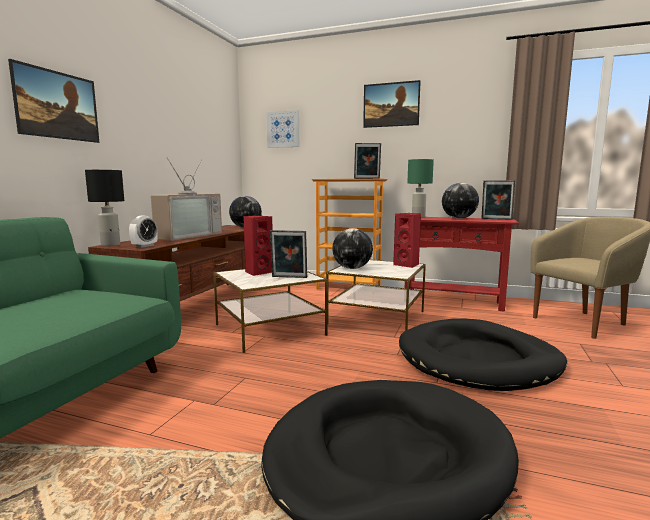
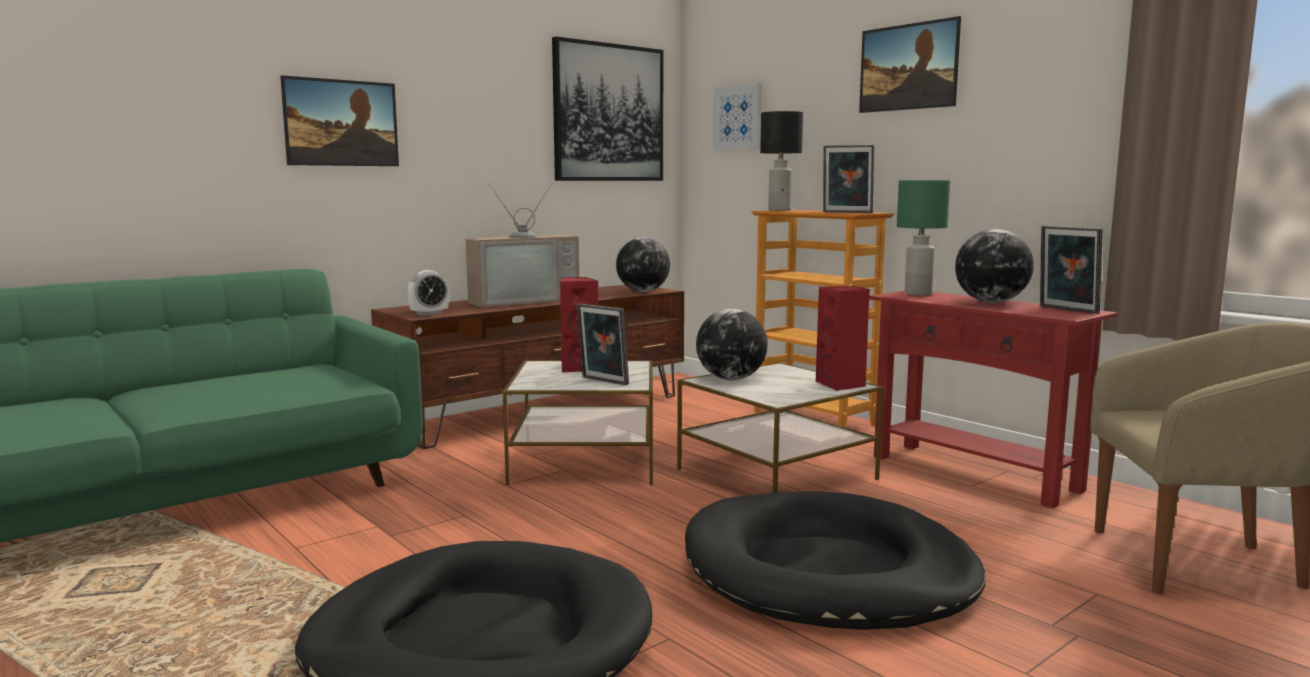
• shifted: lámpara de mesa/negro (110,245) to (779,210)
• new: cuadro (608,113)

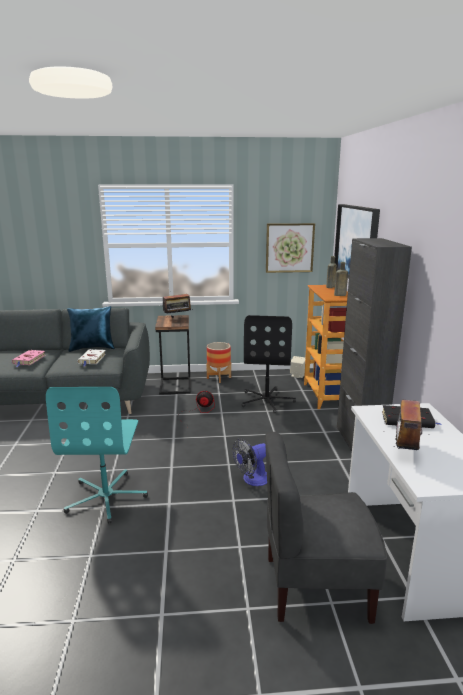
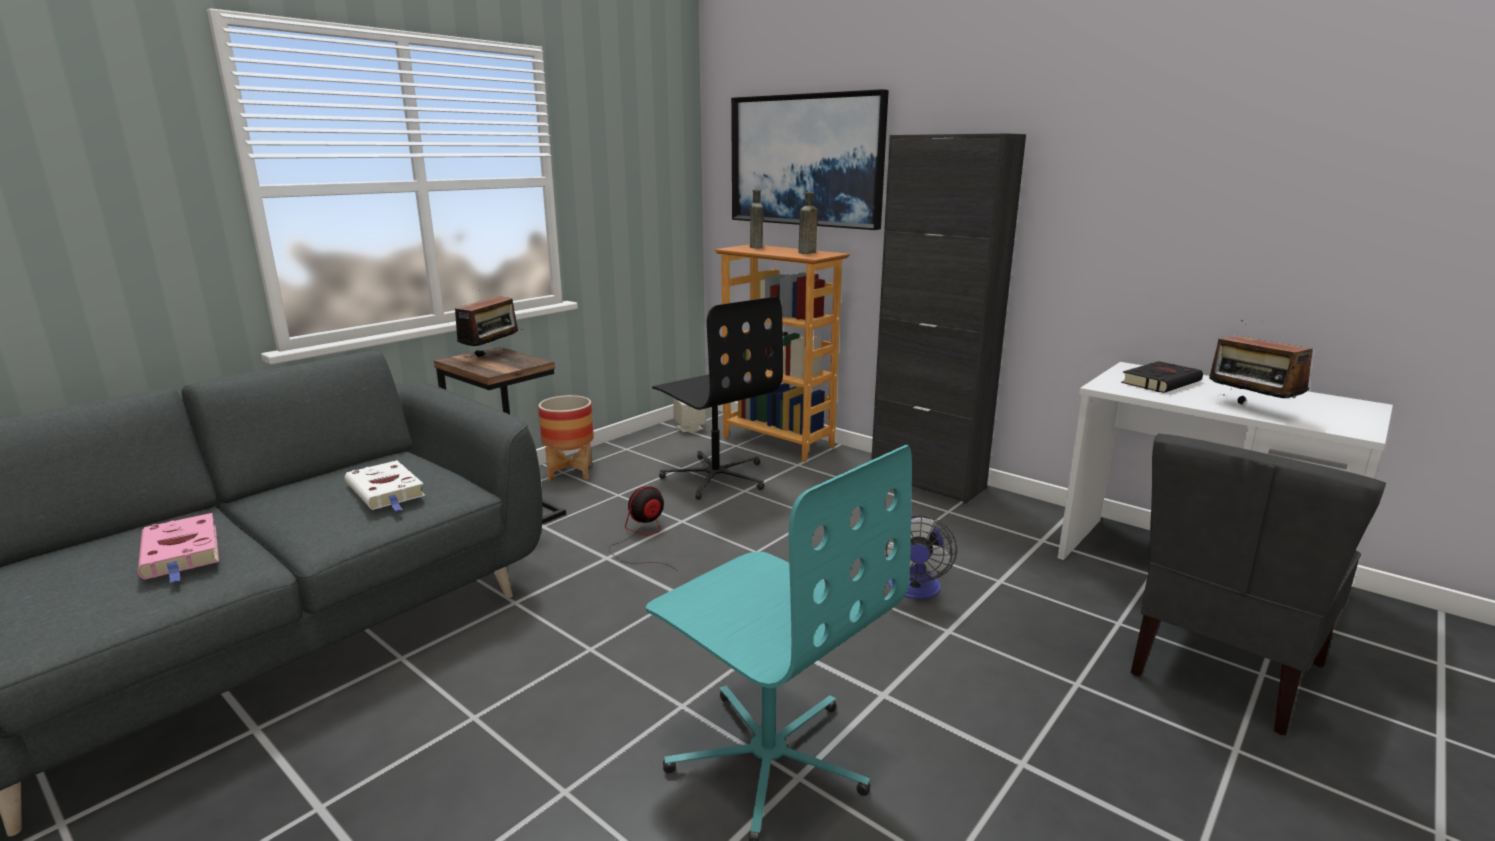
• gone: cojín/azul (92,348)
• gone: cuadro (289,248)

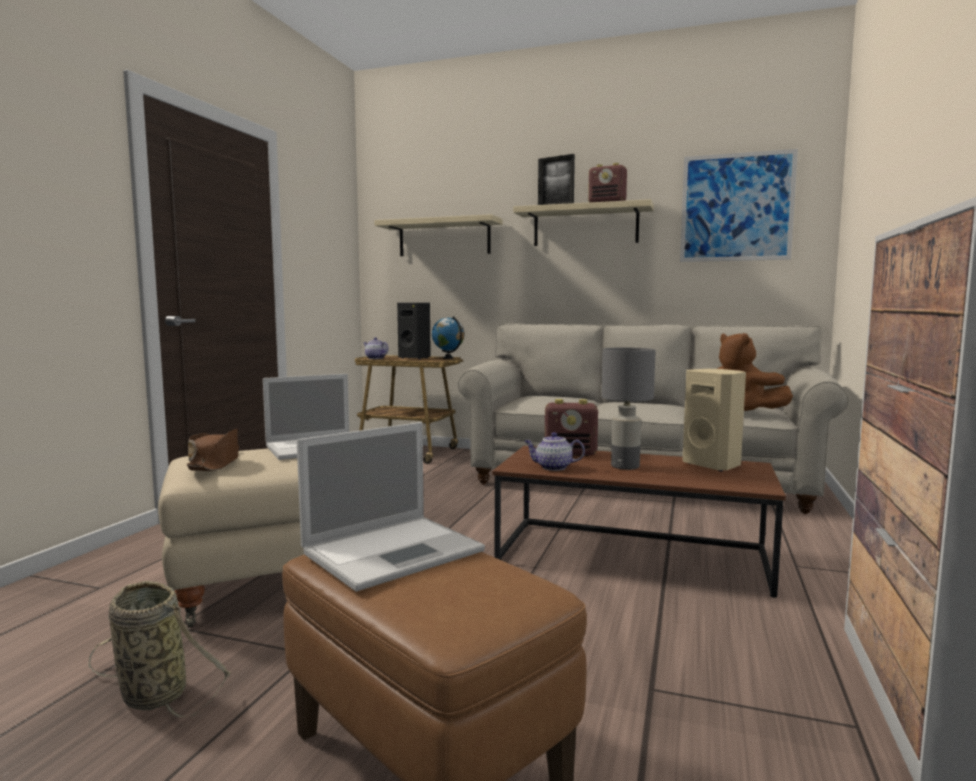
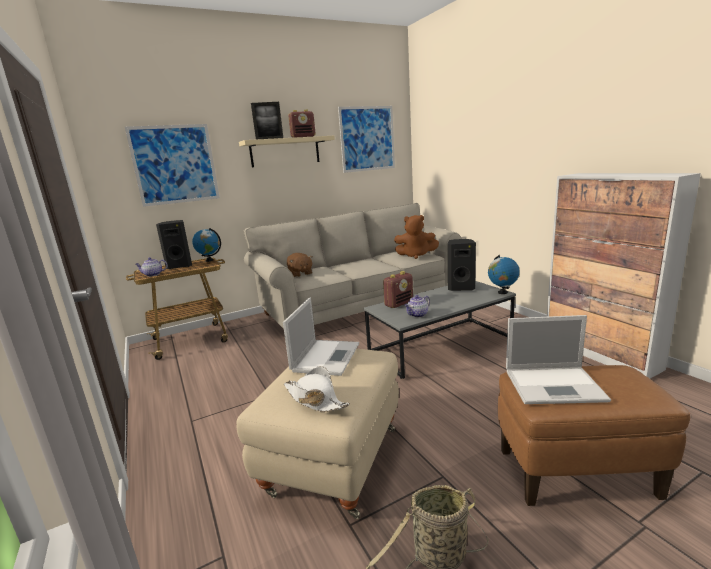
• repainted: sombrero/marrón (215,463) to sombrero/blanco (314,399)
• rotated: portátil (395,551) = (555,385) 90 degrees clockwise
• swapped: estante/beis (444,238) to cuadro (175,164)
• repainted: mesa de centro/marrón (631,557) to mesa de centro/gris (440,346)
• gone: lámpara de mesa/gris (625,466)
• repainted: altavoz/beis (713,465) to altavoz/negro (460,288)
• new: peluche/marrón (300,274)
• new: globo terráqueo (502,292)

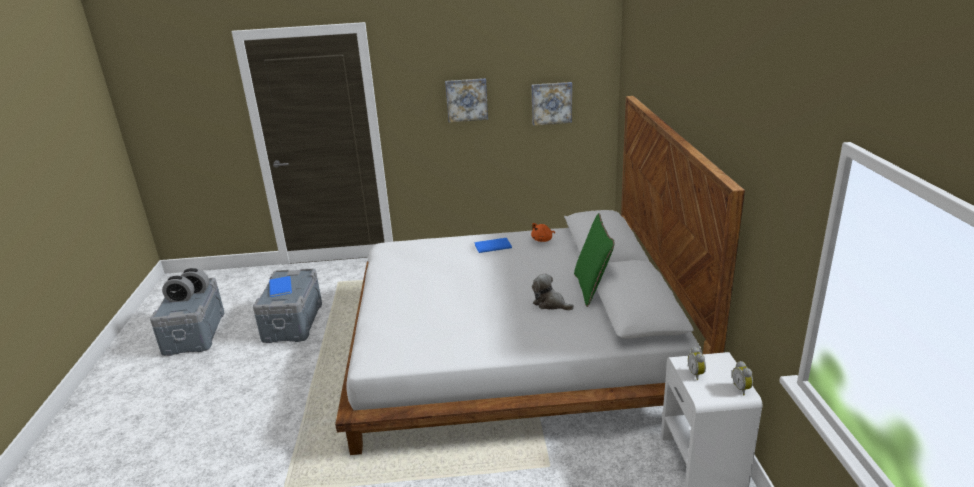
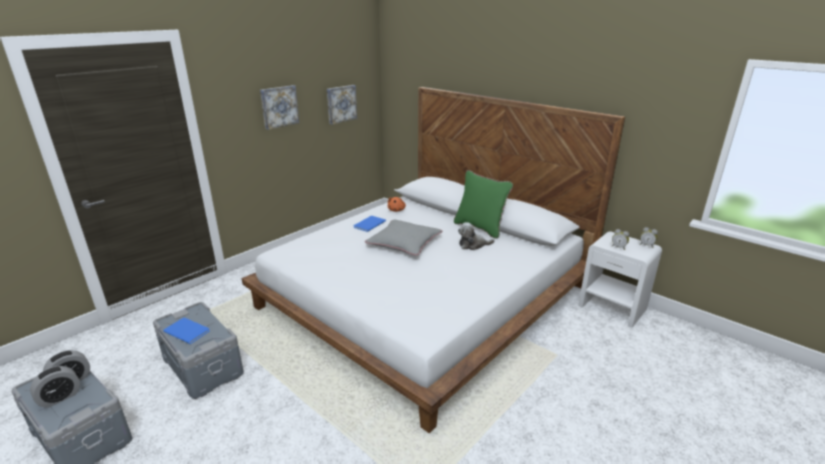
• new: cojín/gris (404,242)

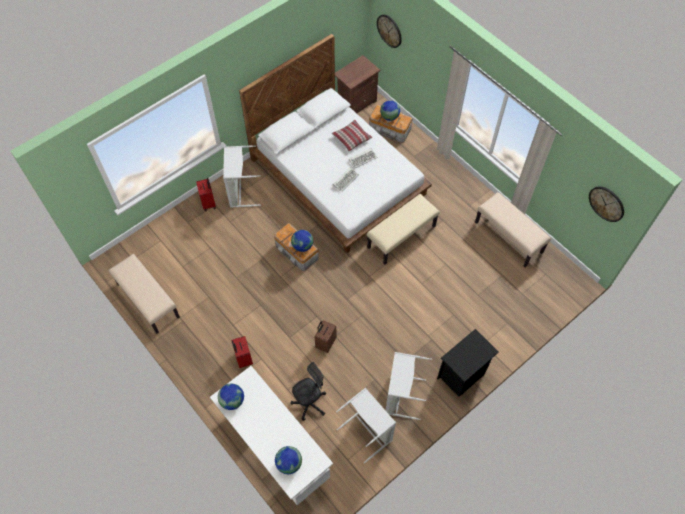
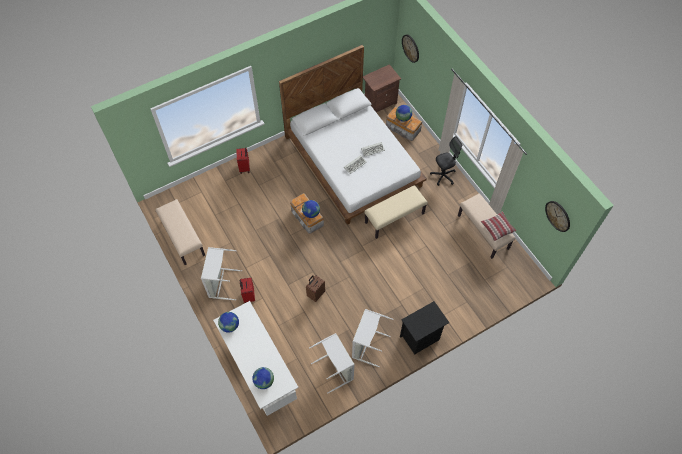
• shifted: cesto de la ropa/gris (240,191) to (221,283)
• shifted: silla de oficina/negro (309,403) to (443,176)
• shifted: cojín (351,138) to (497,228)

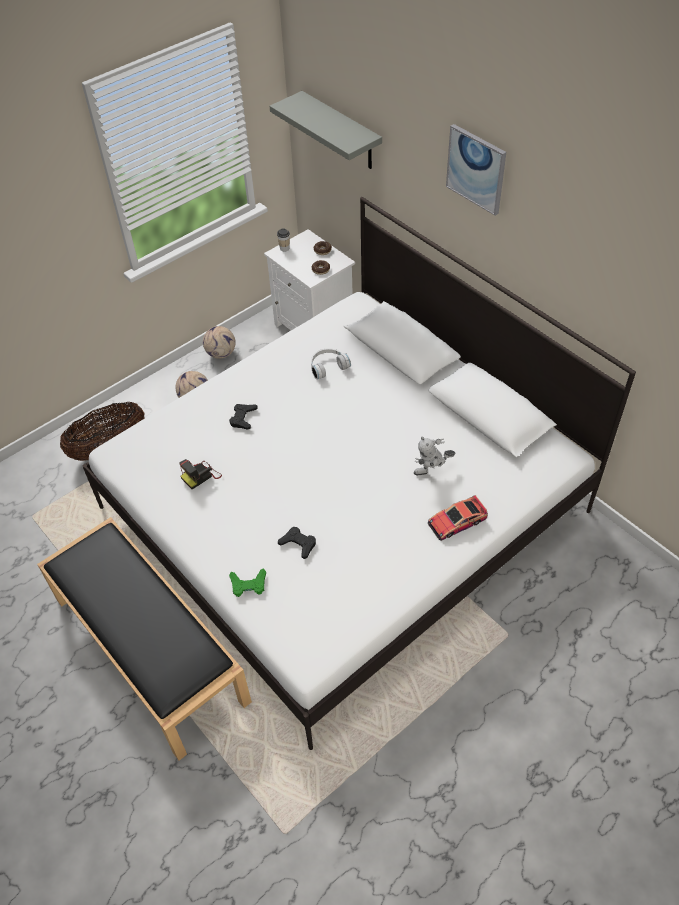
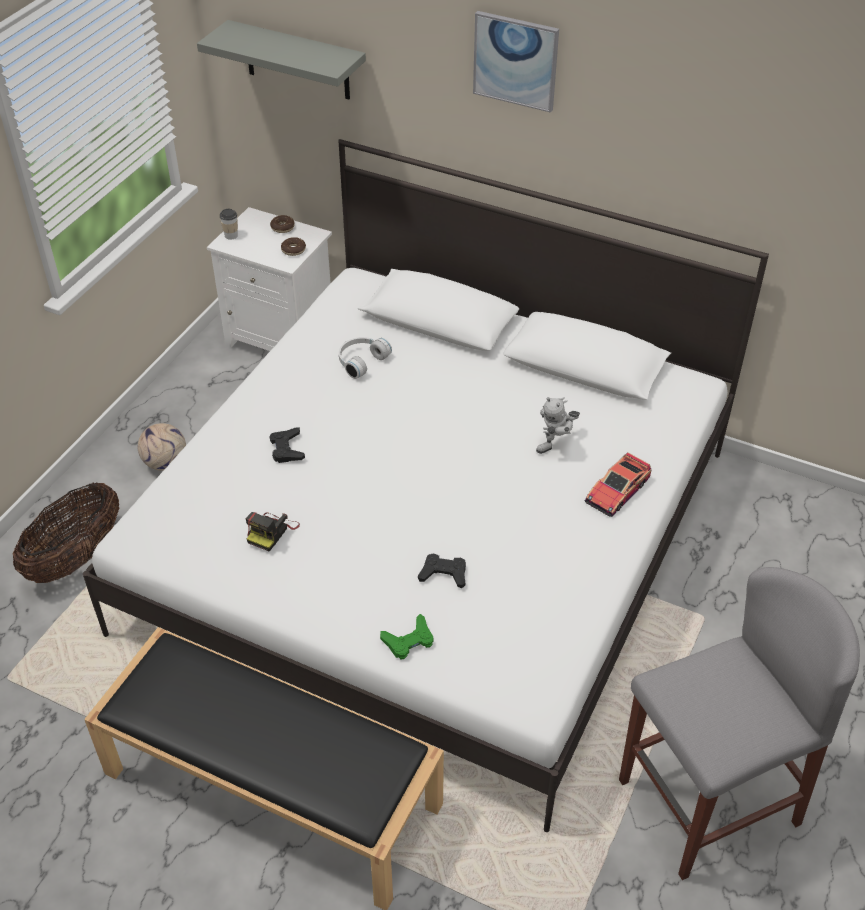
• gone: balón de fútbol (221,353)
• new: taburete/gris (707,802)

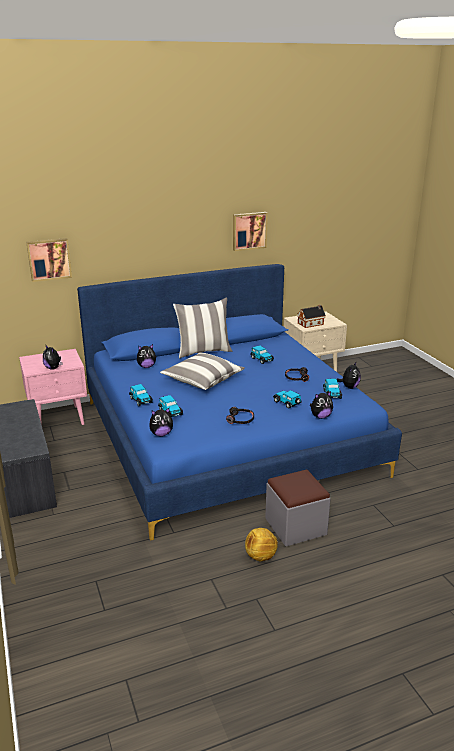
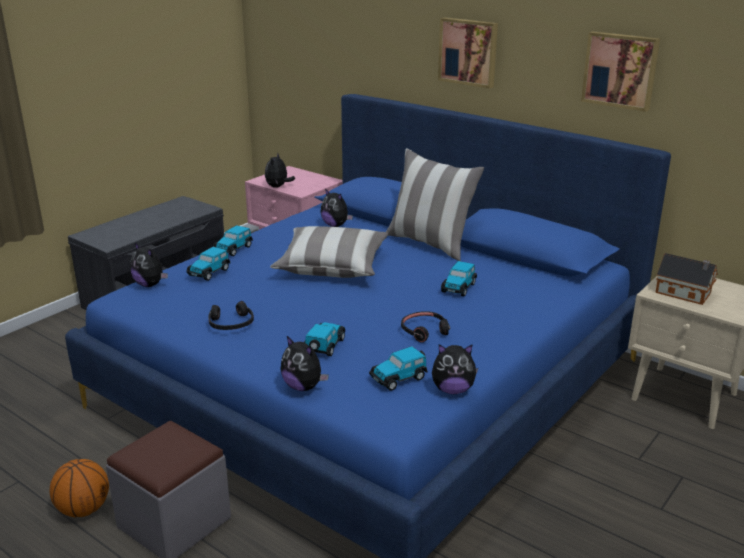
• shifted: cuadro (49,259) to (468,52)
• swapped: balón de fútbol (260,556) to balón de baloncesto (84,509)

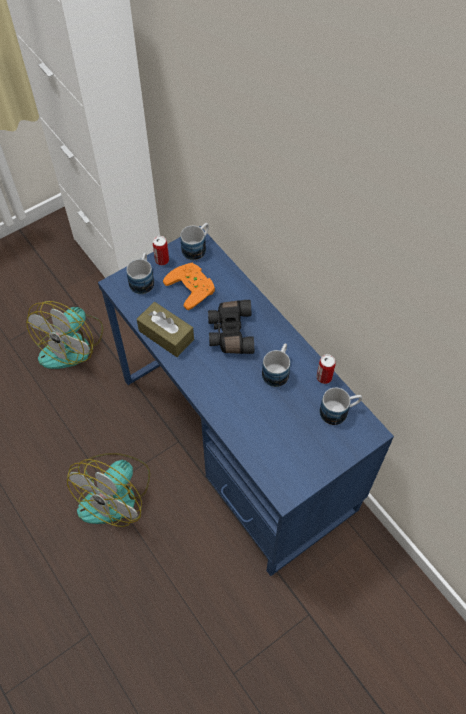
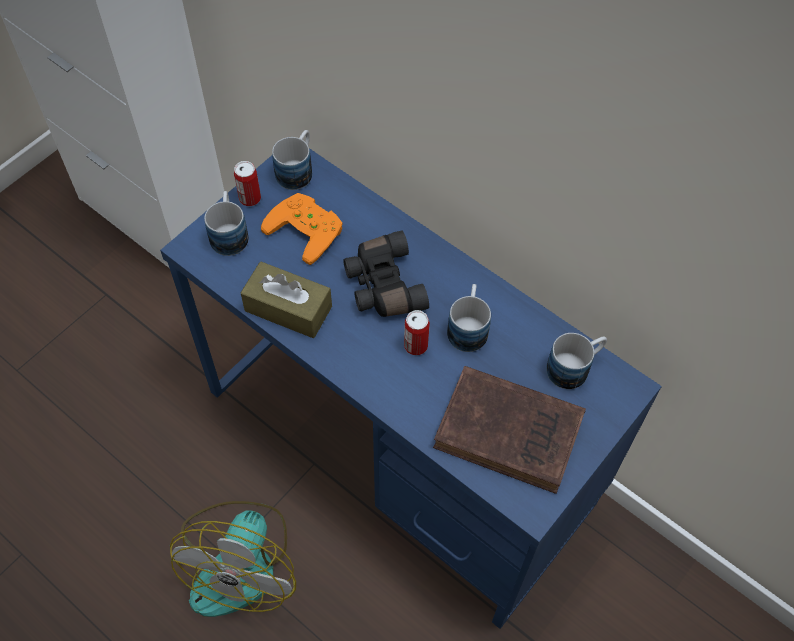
• gone: ventilador (72,343)
• shifted: lata (324,377) to (415,345)
• new: libro/marrón (512,433)

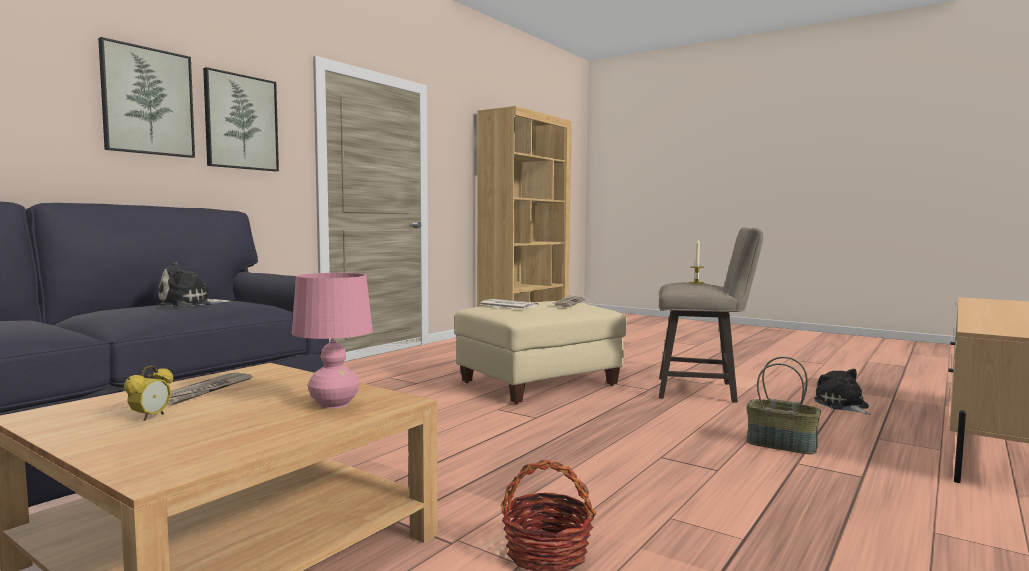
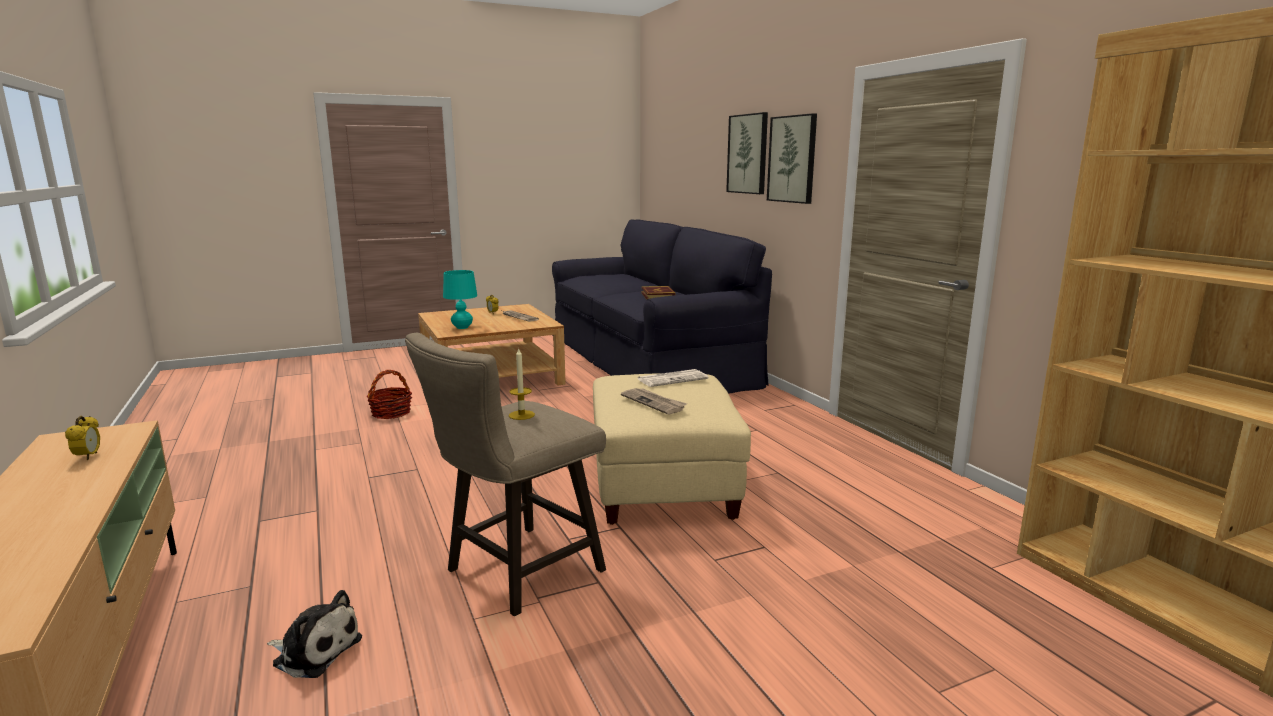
• swapped: peluche (189,304) to libro (658,296)
• repainted: lámpara de mesa/rosa (334,404) to lámpara de mesa/turquesa (462,327)
• gone: cesta (782,444)
• new: despertador (88,457)

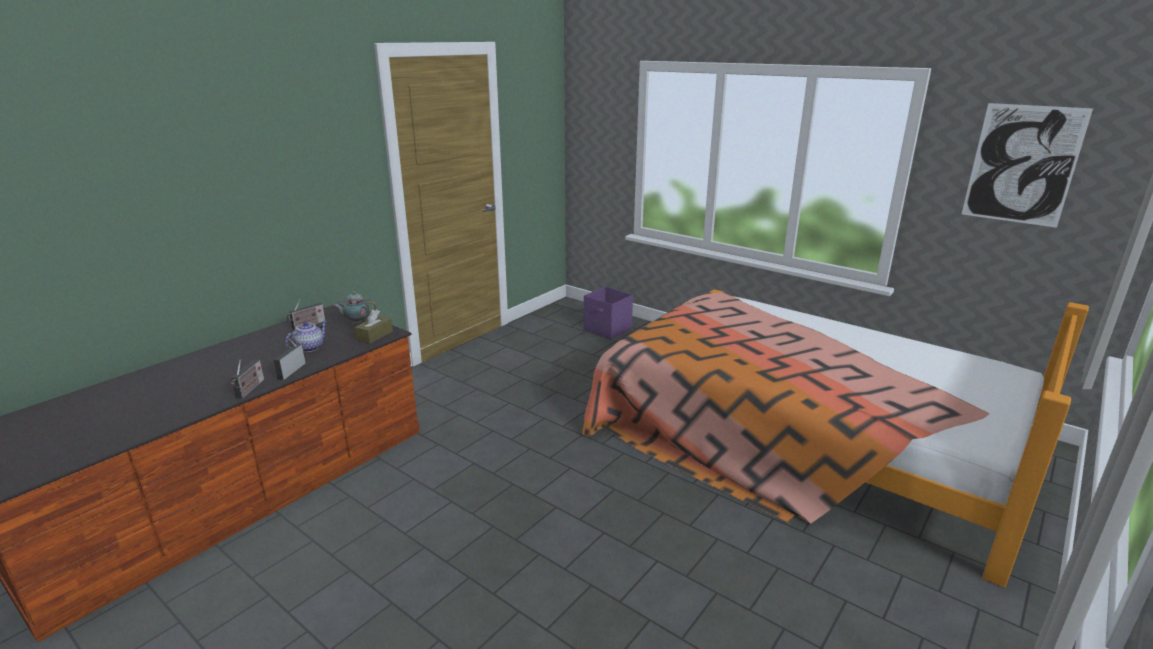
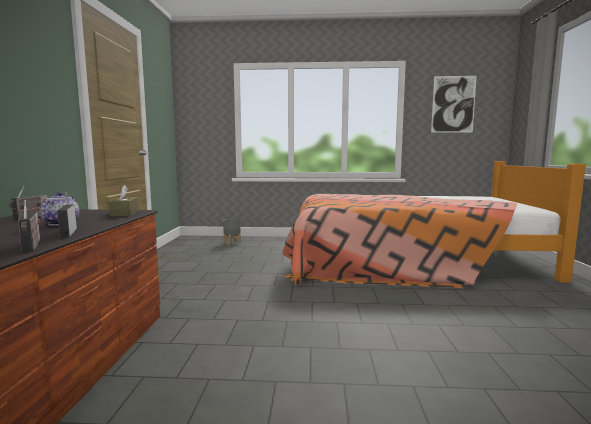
• gone: tetera (356,324)
• swapped: caja de almacenaje/morado (608,330) to maceta/gris (232,243)

